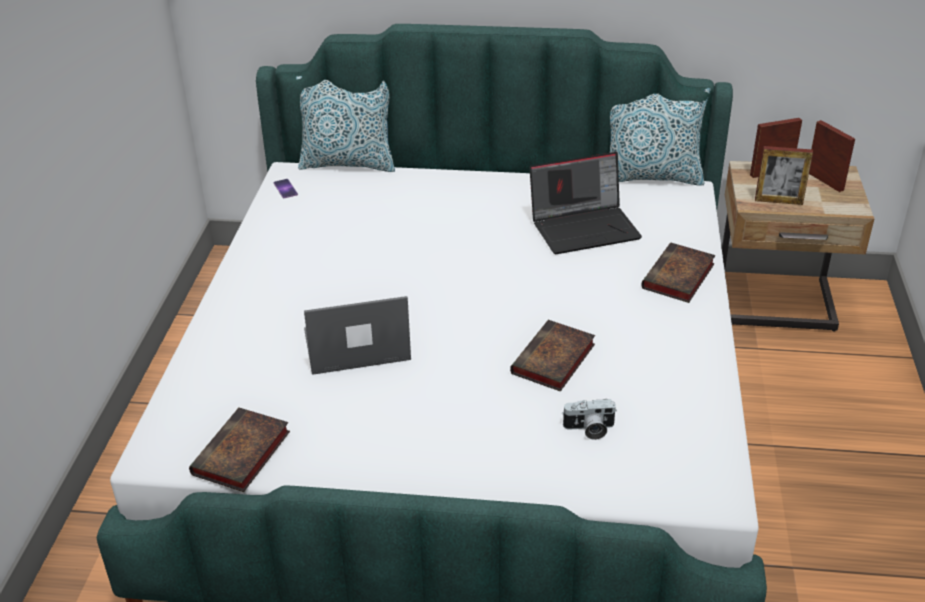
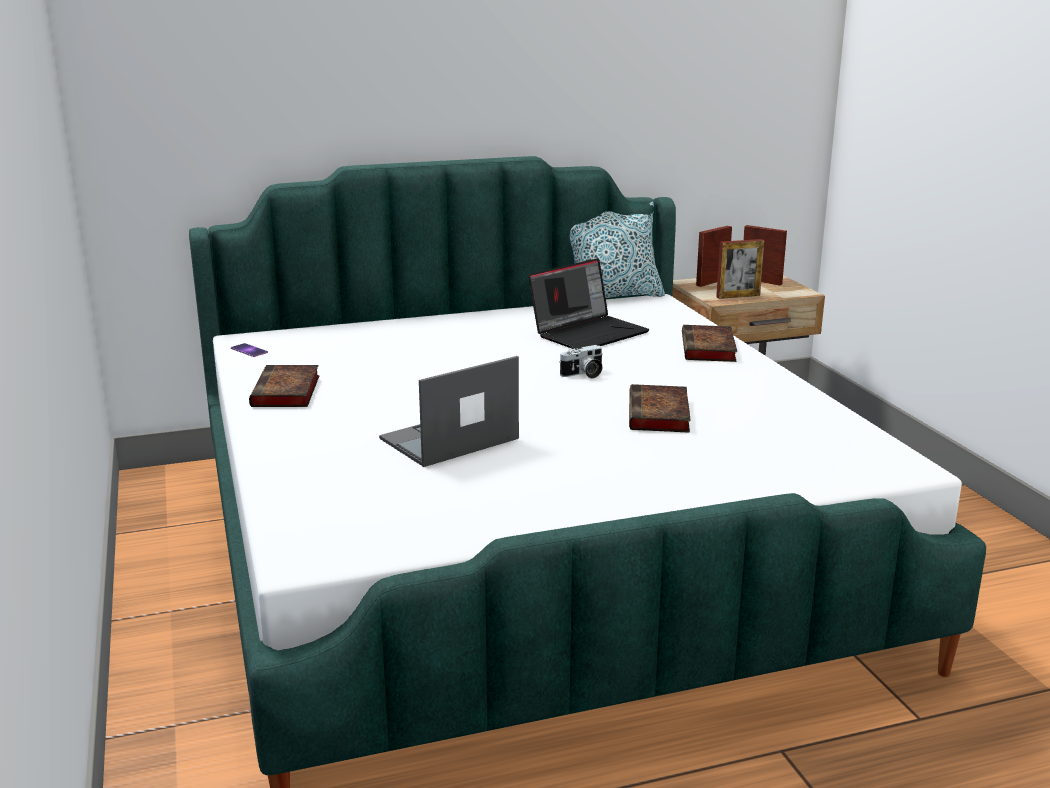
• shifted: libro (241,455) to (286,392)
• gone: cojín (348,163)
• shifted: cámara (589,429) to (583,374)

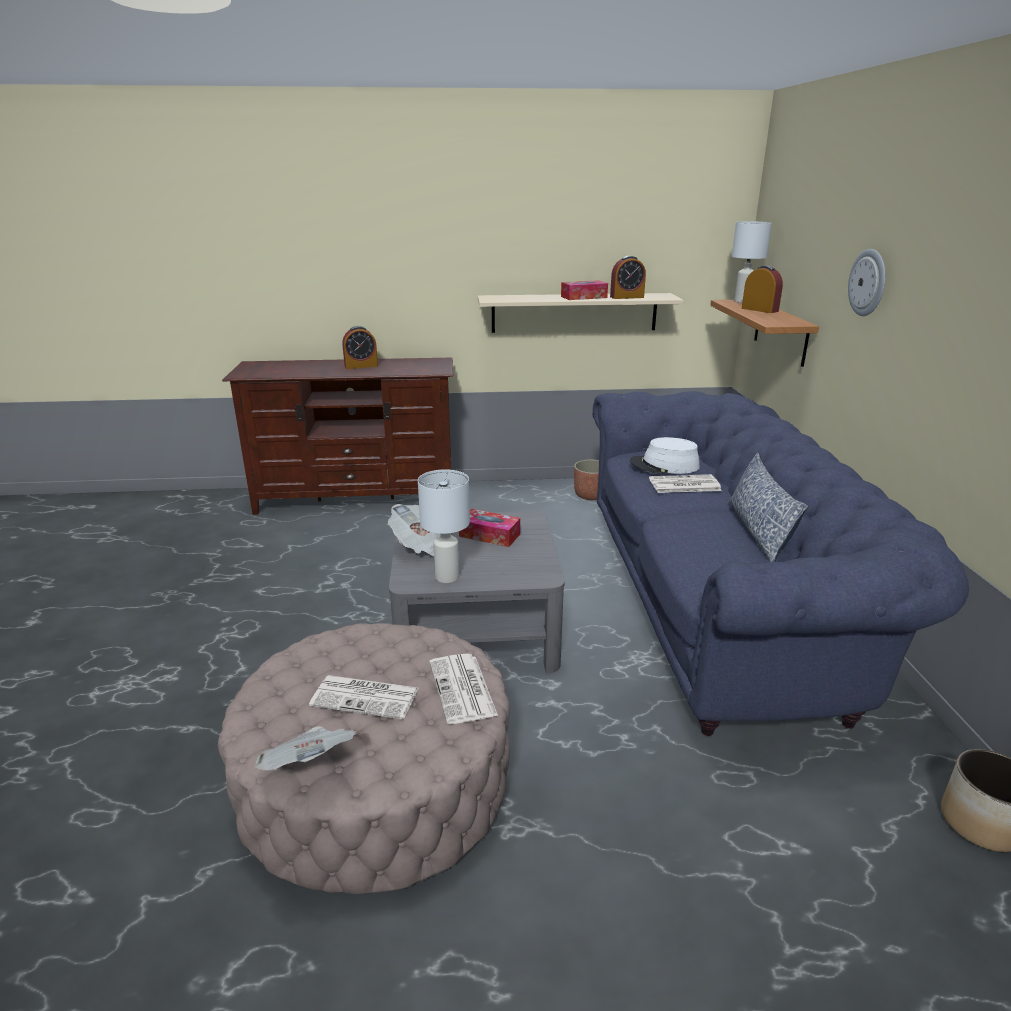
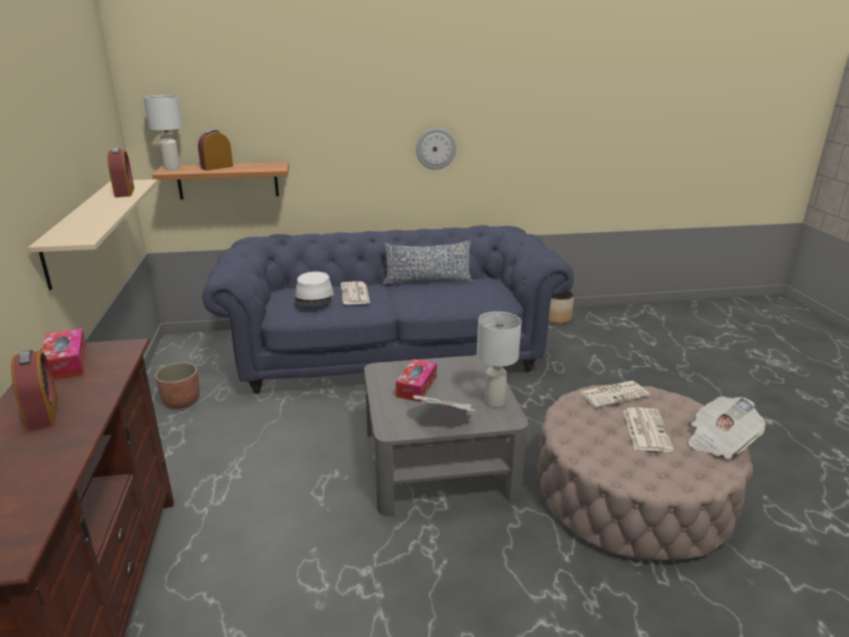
• shifted: caja de pañuelos (584,297) to (66,363)
• shifted: reloj de pared (868,282) to (436,148)

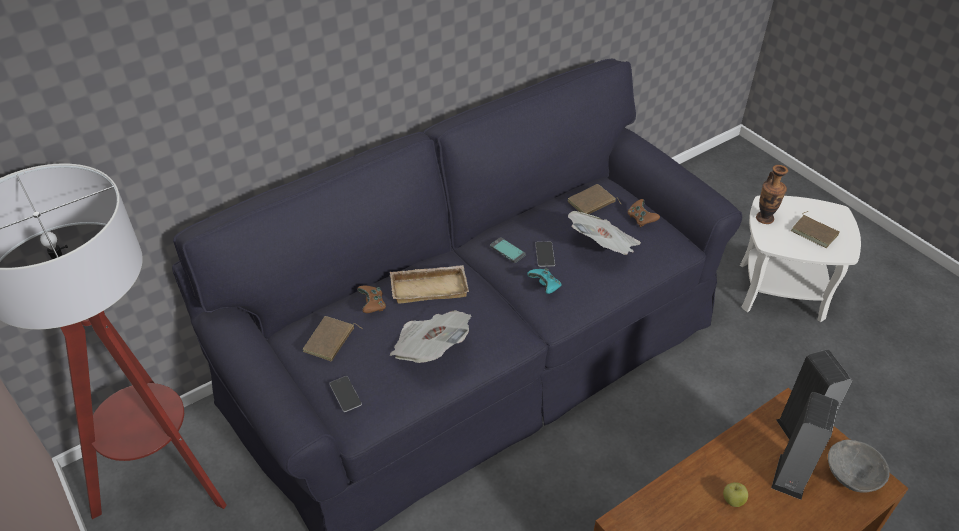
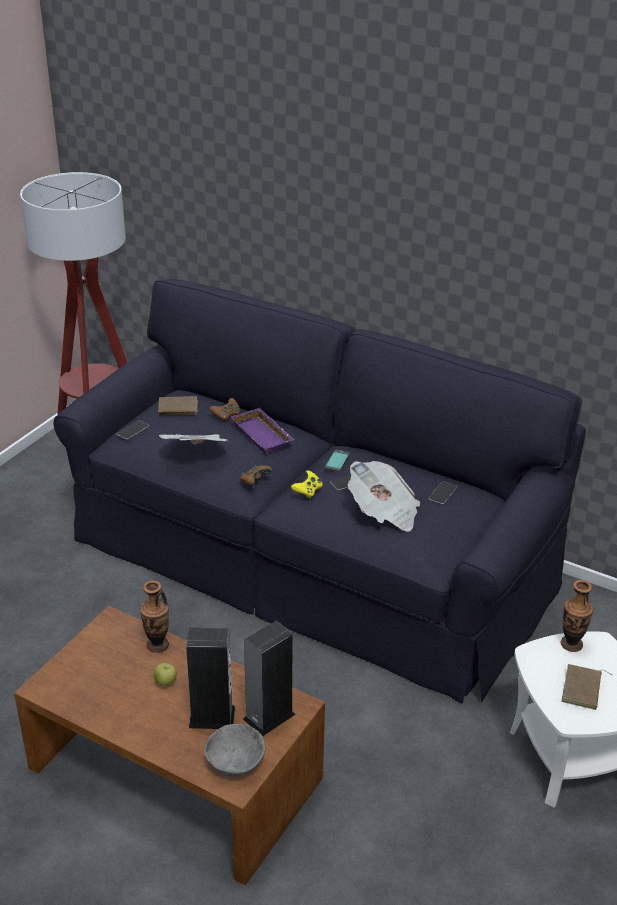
• repainted: bandeja/beis (430,287) to bandeja/morado (264,435)
• repainted: mando de consola/turquesa (545,286) to mando de consola/amarillo (307,491)
• swapped: libro/marrón (592,203) to móvil (442,493)
• shifted: mando de consola/marrón (641,219) to (255,481)
• new: florero (157,645)

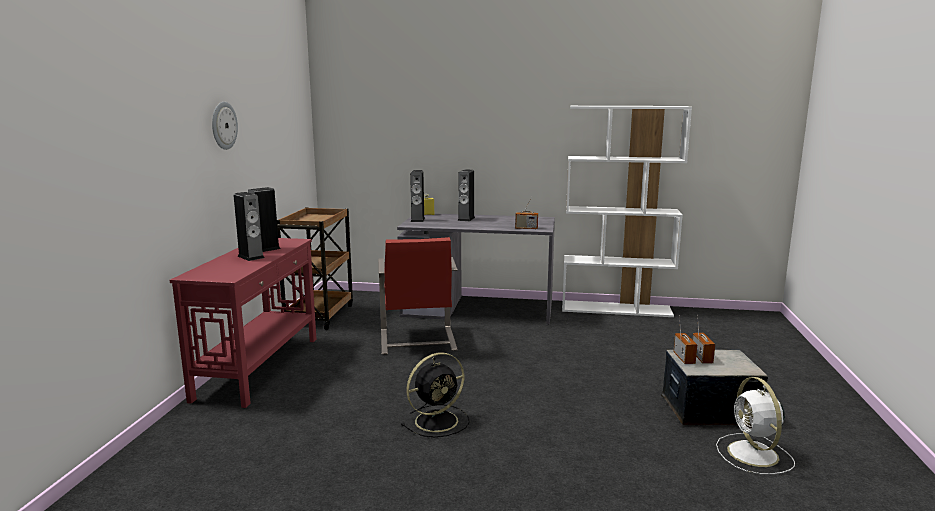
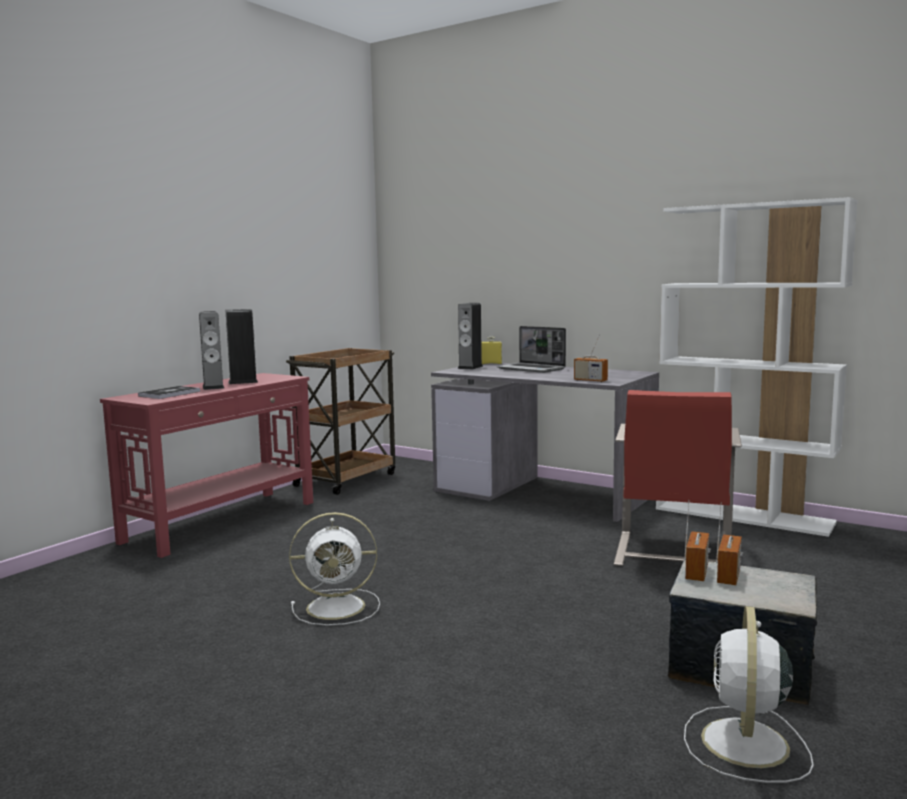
• gone: reloj de pared (223,125)
• shifted: silla/rojo (417,341) to (673,554)
• repainted: ventilador/negro (438,420) to ventilador/blanco (338,607)
• swapped: altavoz (466,219) to portátil (532,369)
• new: libro (169,394)

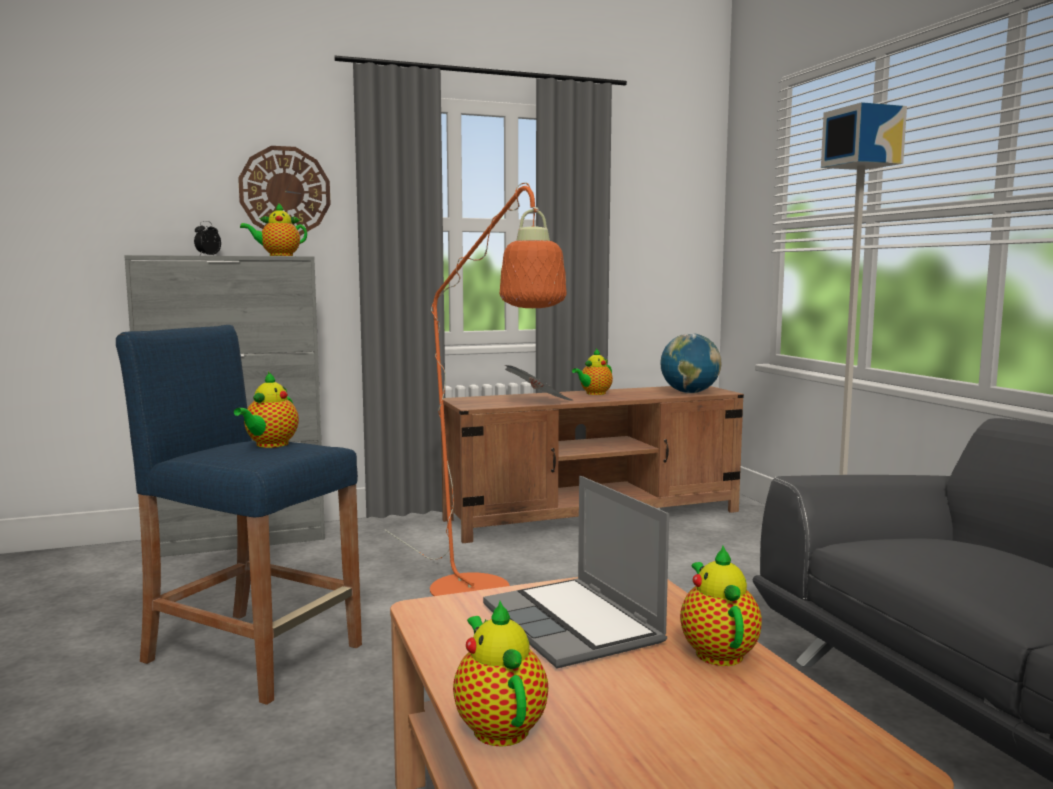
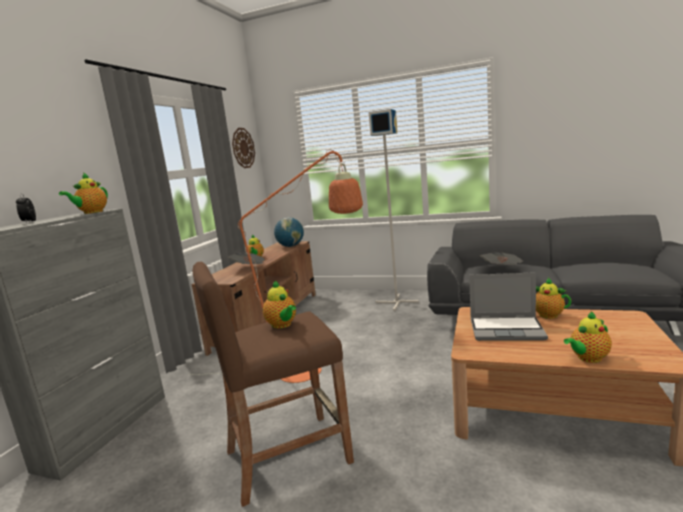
• repainted: taburete/azul (253,653) to taburete/marrón (287,456)
• shifted: reloj de pared (285,191) to (243,148)
• rotated: tetera (498,726) = (587,358) 45 degrees counterclockwise
• new: periódico (502,270)

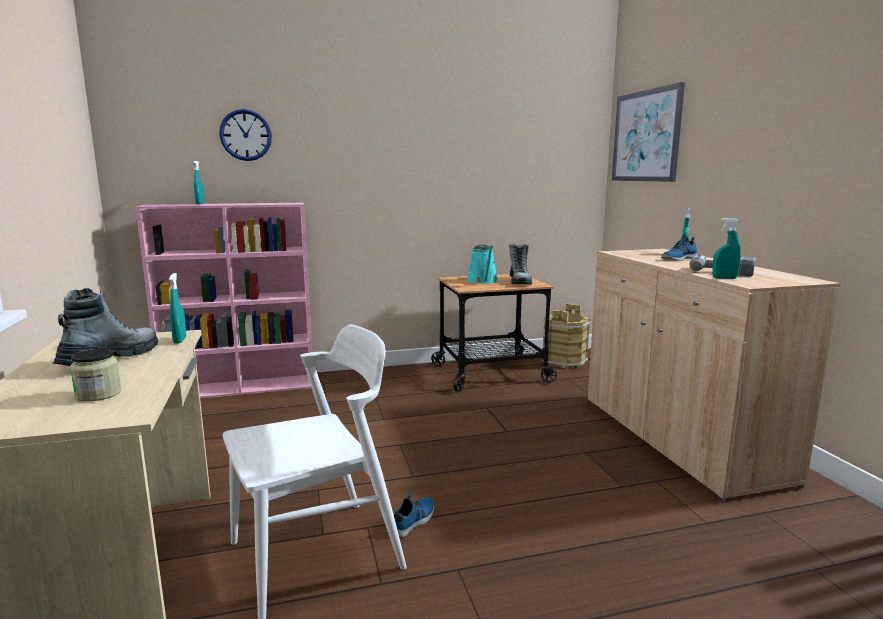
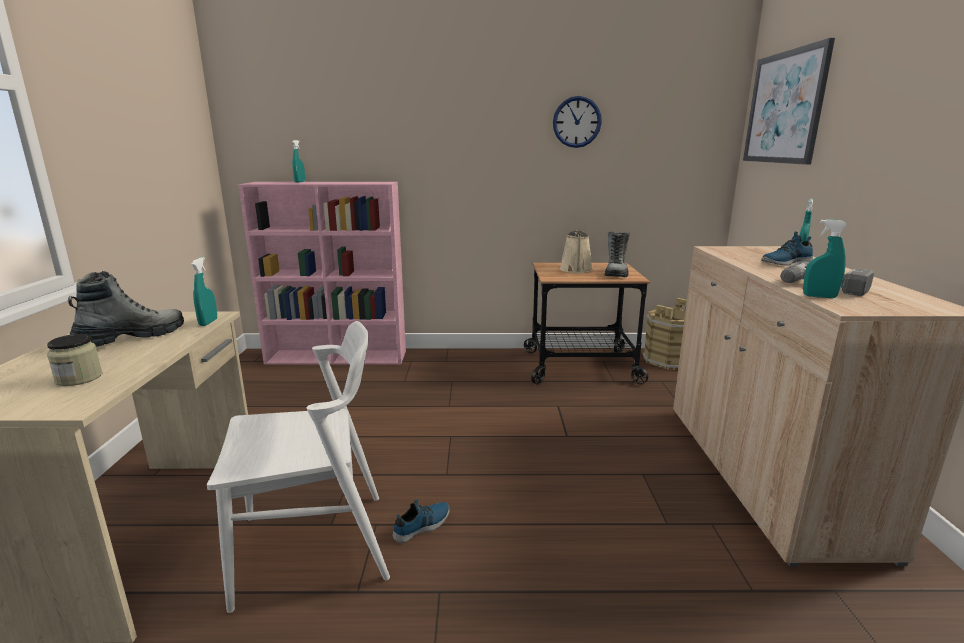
• shifted: reloj de pared (245,135) to (577,122)
• repainted: regadera/turquesa (483,281) to regadera/beis (576,270)

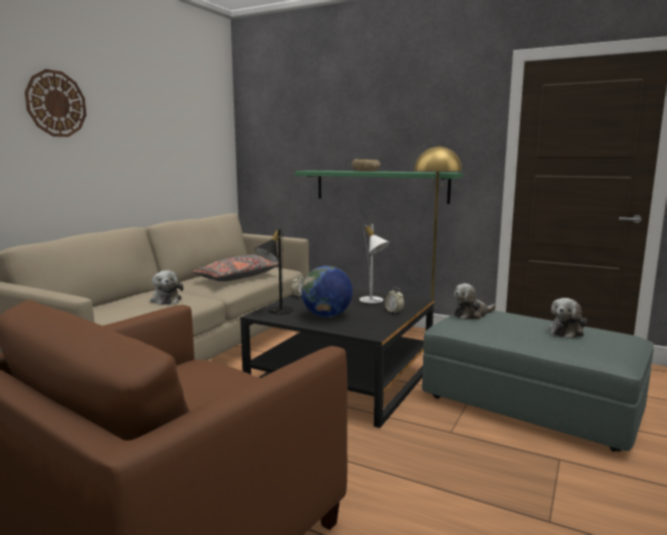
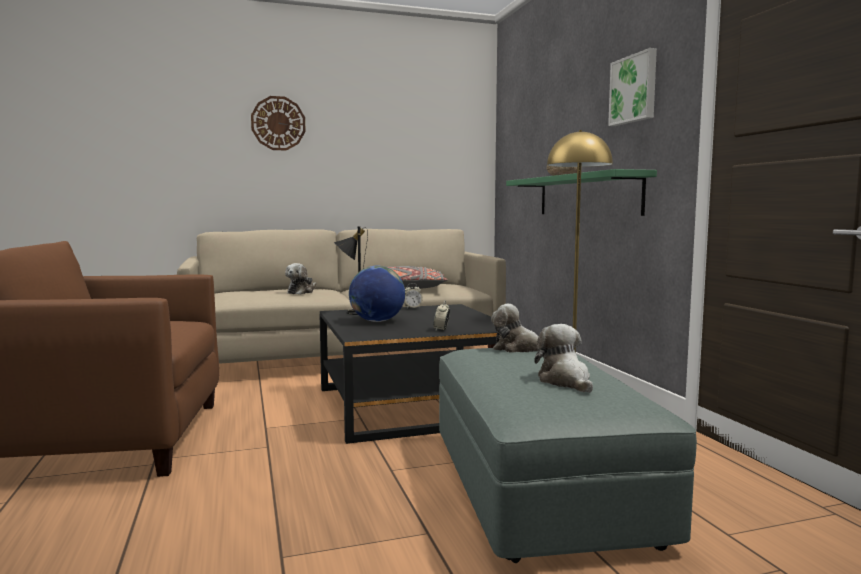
• gone: lámpara de mesa/blanco (373,301)
• rotated: peluche (567,331) = (565,381) 75 degrees clockwise
• new: cuadro (634,89)

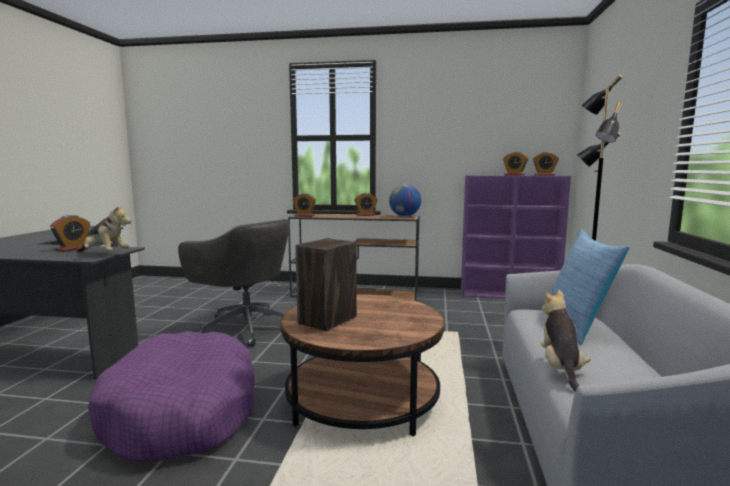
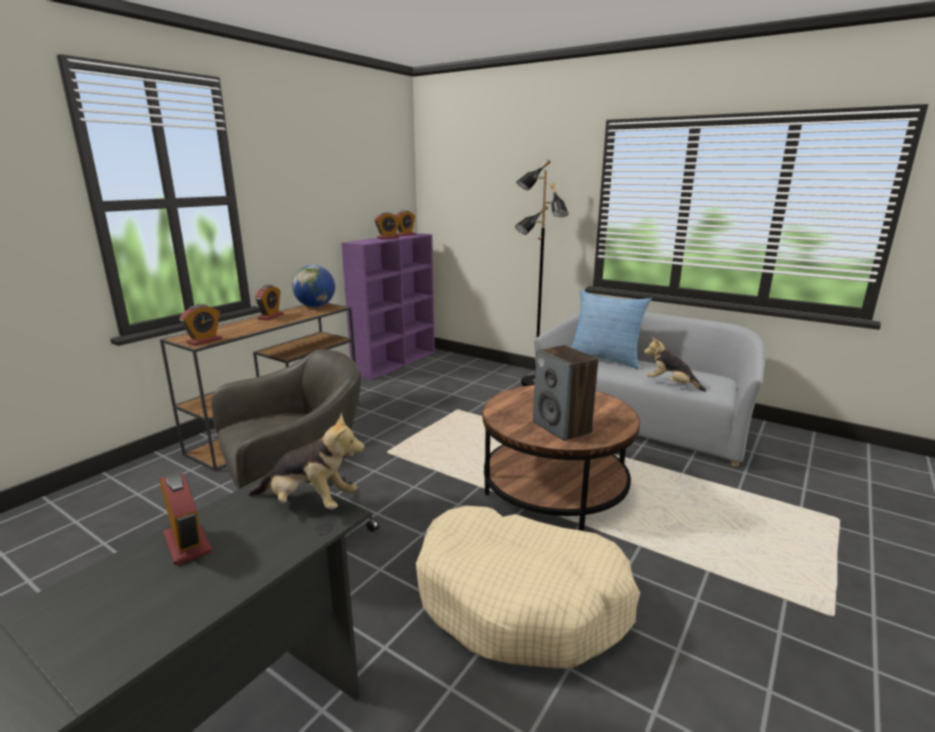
• rotated: peluche (104,254) = (309,503) 60 degrees clockwise
• repainted: cama para perro/morado (183,412) to cama para perro/beis (521,601)

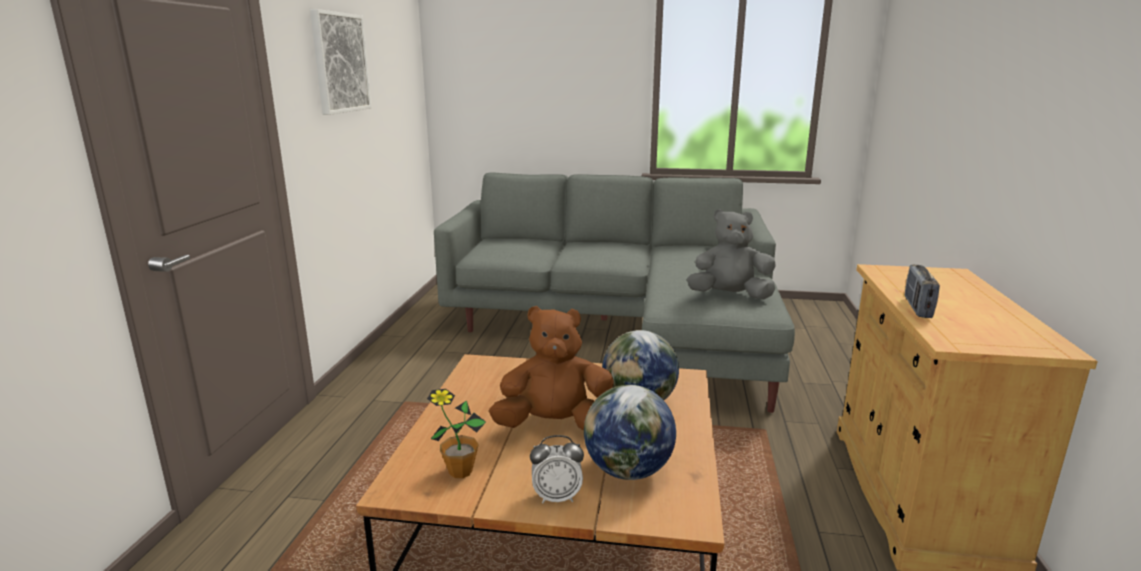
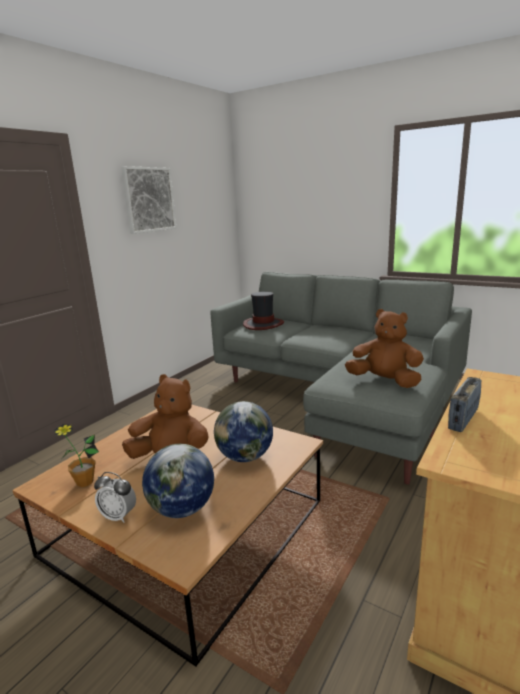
• repainted: peluche/gris (730,296) to peluche/marrón (384,381)
• new: sombrero (263,324)

